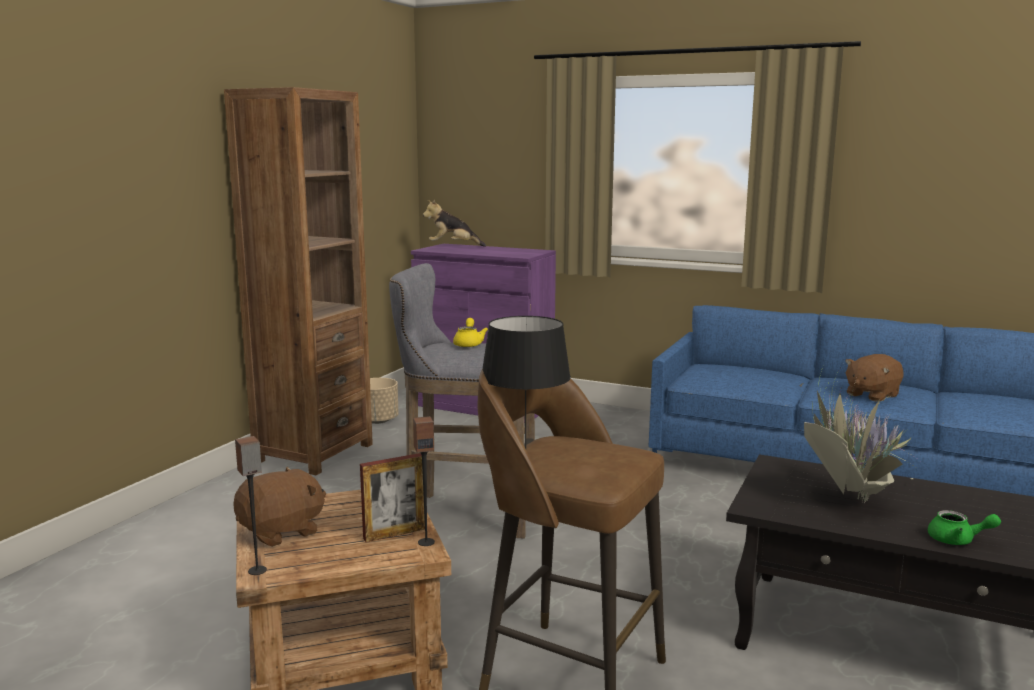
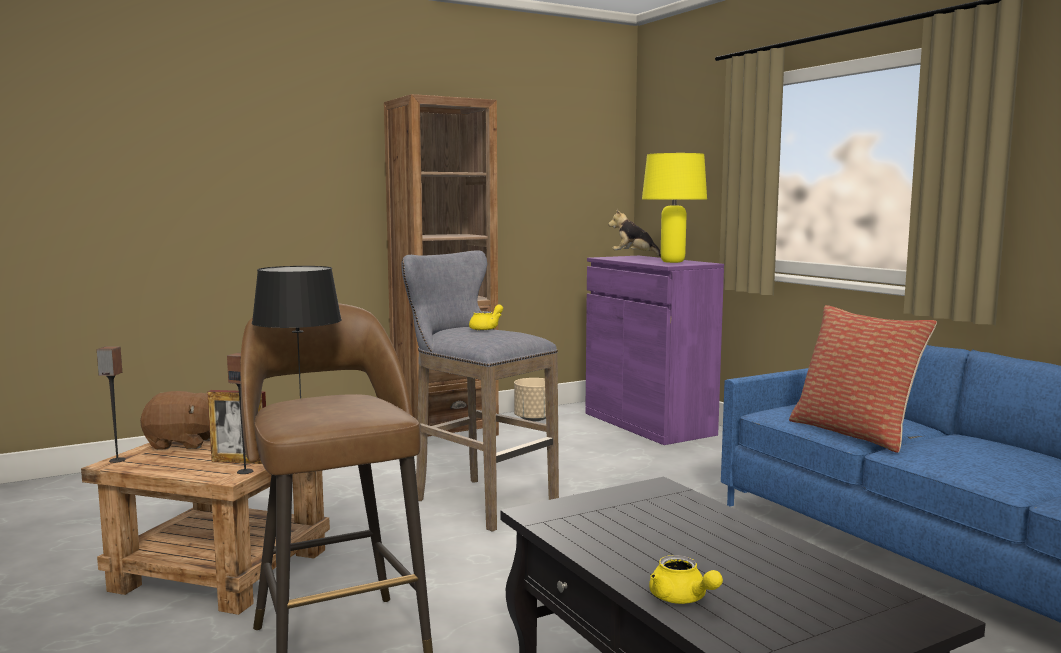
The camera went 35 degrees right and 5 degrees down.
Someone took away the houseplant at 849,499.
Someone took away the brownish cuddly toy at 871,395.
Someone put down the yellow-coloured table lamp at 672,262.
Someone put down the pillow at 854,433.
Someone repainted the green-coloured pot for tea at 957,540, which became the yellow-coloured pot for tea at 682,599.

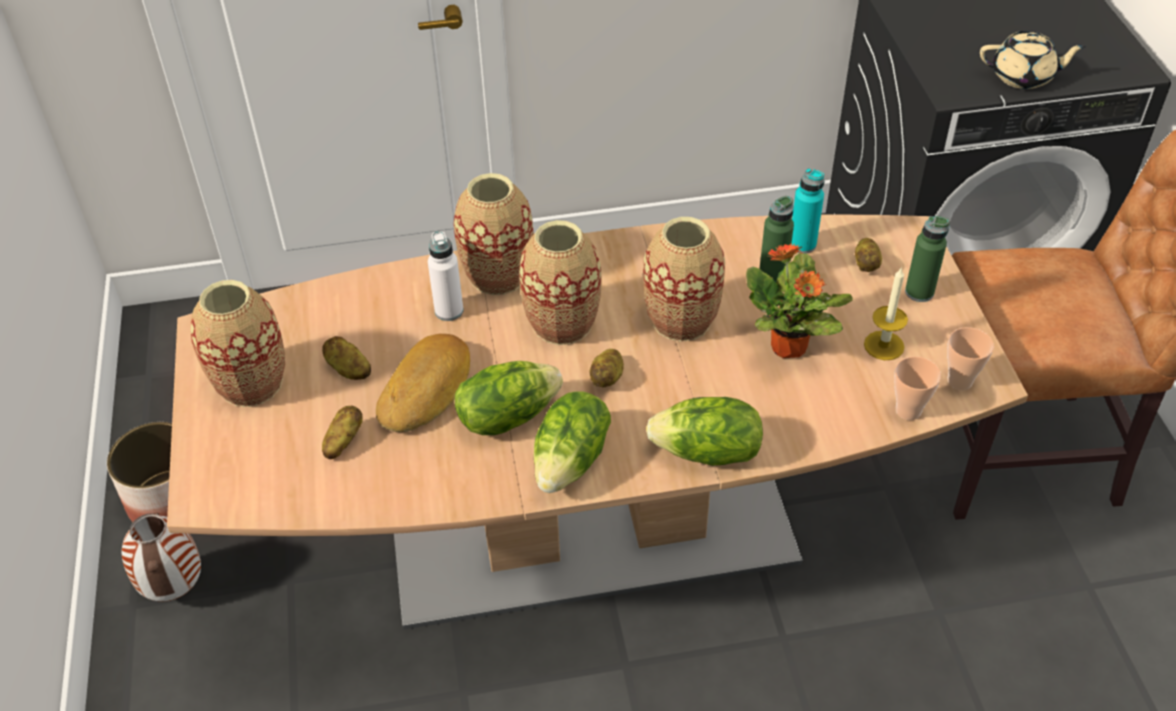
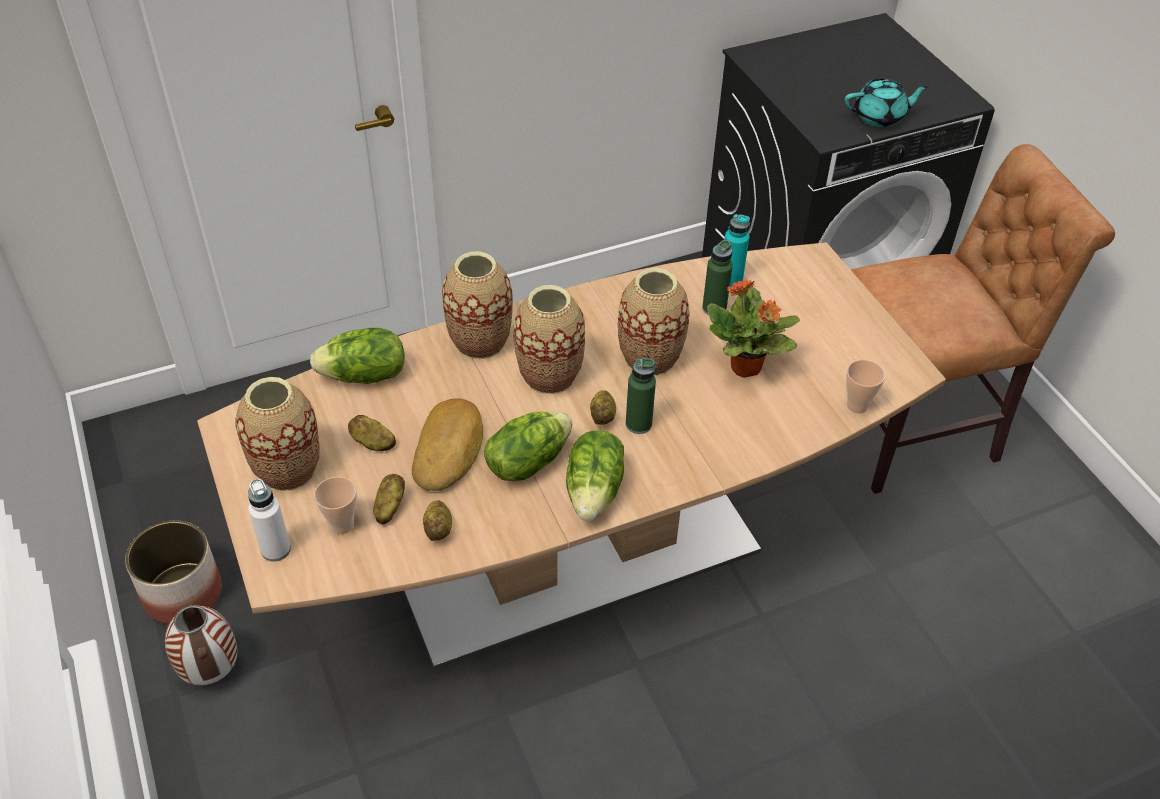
The camera went 15 degrees left and 0 degrees up.
Someone took away the wax candle at 884,345.
Someone carried the white bottle from 449,311 to 276,549.
Someone carried the lettuce head from 707,453 to 364,376.
Someone carried the whole potato from 867,264 to 439,529.
Someone carried the green-coloured bottle from 919,292 to 638,424.
Someone carried the drinking cup from 960,381 to 342,525.
Someone repainted the beige-coloured pot for tea at 1023,77, which became the turquoise-coloured pot for tea at 880,117.

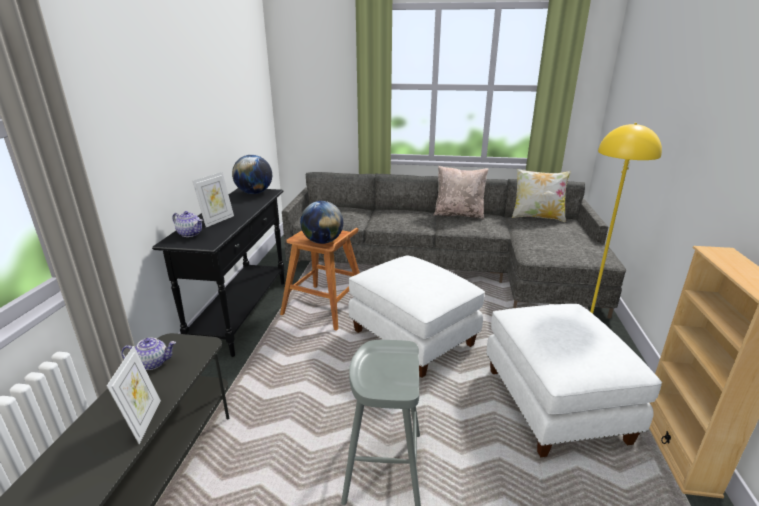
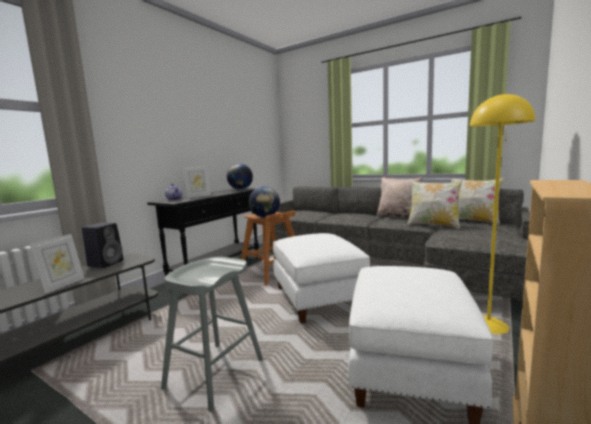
The camera went 25 degrees right and 15 degrees down.
Someone put down the pillow at 433,225.
Someone swapped the pot for tea at 153,363 for the black audio speaker at 106,263.

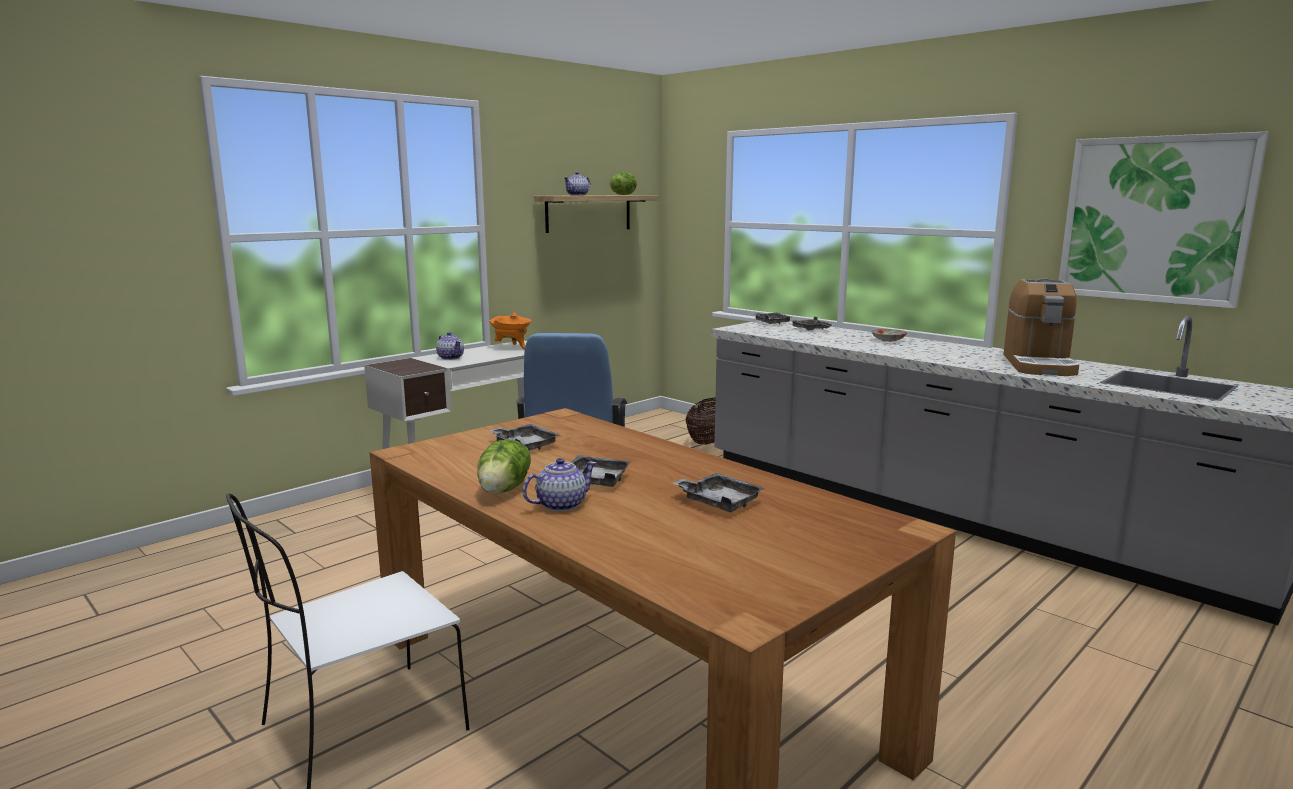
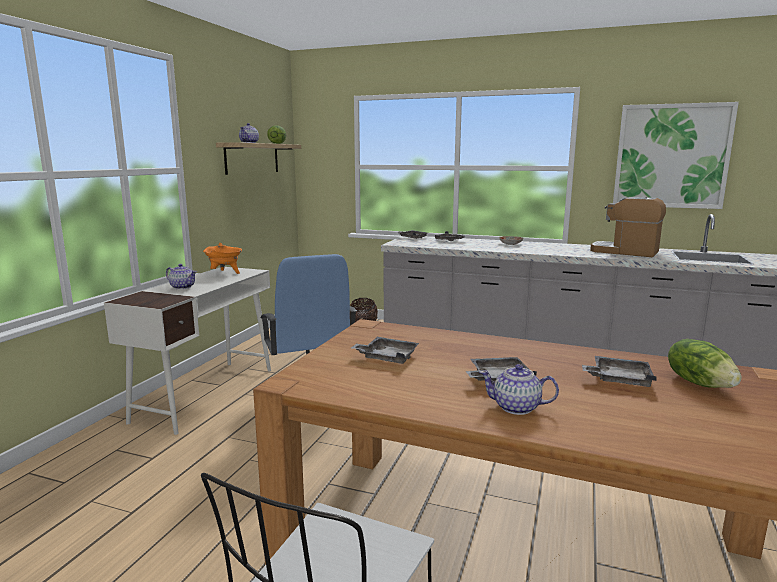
The camera went 25 degrees left and 0 degrees up.
Someone carried the lettuce head from 505,489 to 700,383.
Someone rotated the pot for tea at 560,505 by 105 degrees counterclockwise.
Someone rotated the coffee maker at 1038,365 by 135 degrees clockwise.

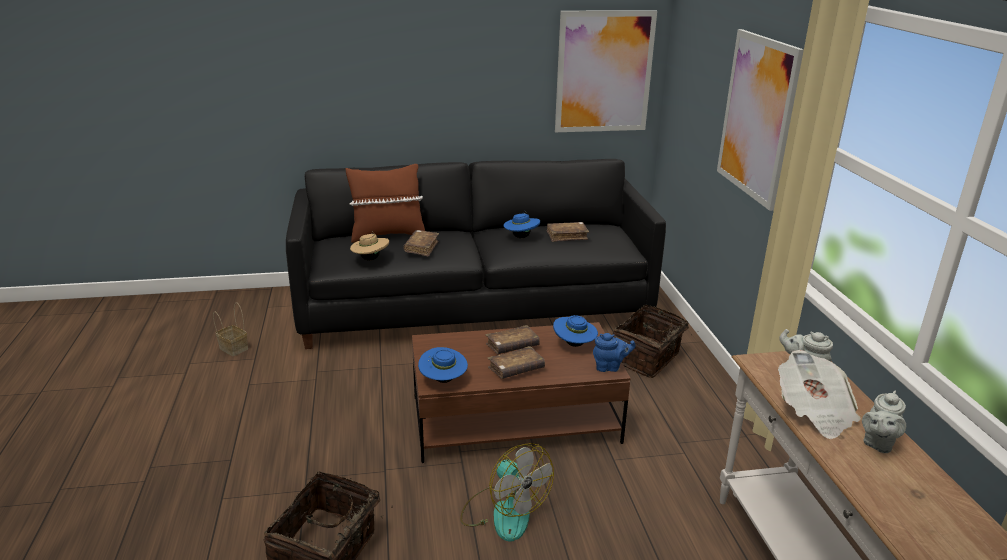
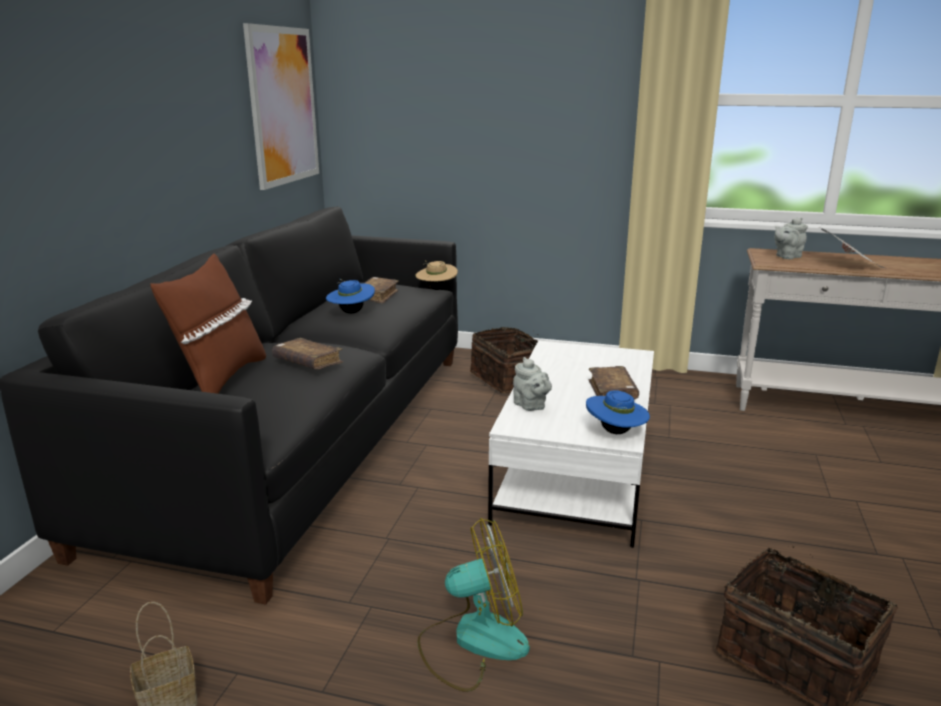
The camera went 65 degrees left and 5 degrees down.
Someone took away the brownish bound book at 512,346.
Someone took away the blue-coloured wearable hat at 574,345.
Someone took away the blue-coloured pot for tea at 610,367.
Someone took away the picture at 757,117.
Someone carried the beige-coloured wearable hat from 370,259 to 436,289.
Someone carried the cooling fan from 503,512 to 473,641.
Someone carried the gray pot for tea from 877,443 to 531,406.
Someone repainted the brownish lounge table at 514,419, which became the white lounge table at 576,470.

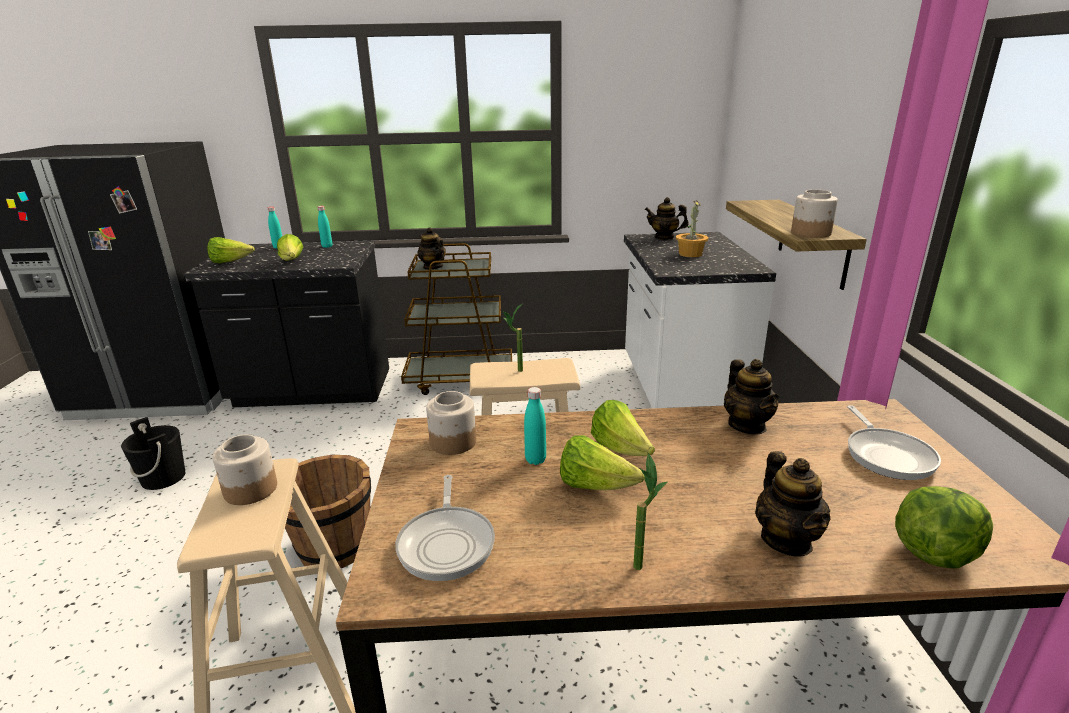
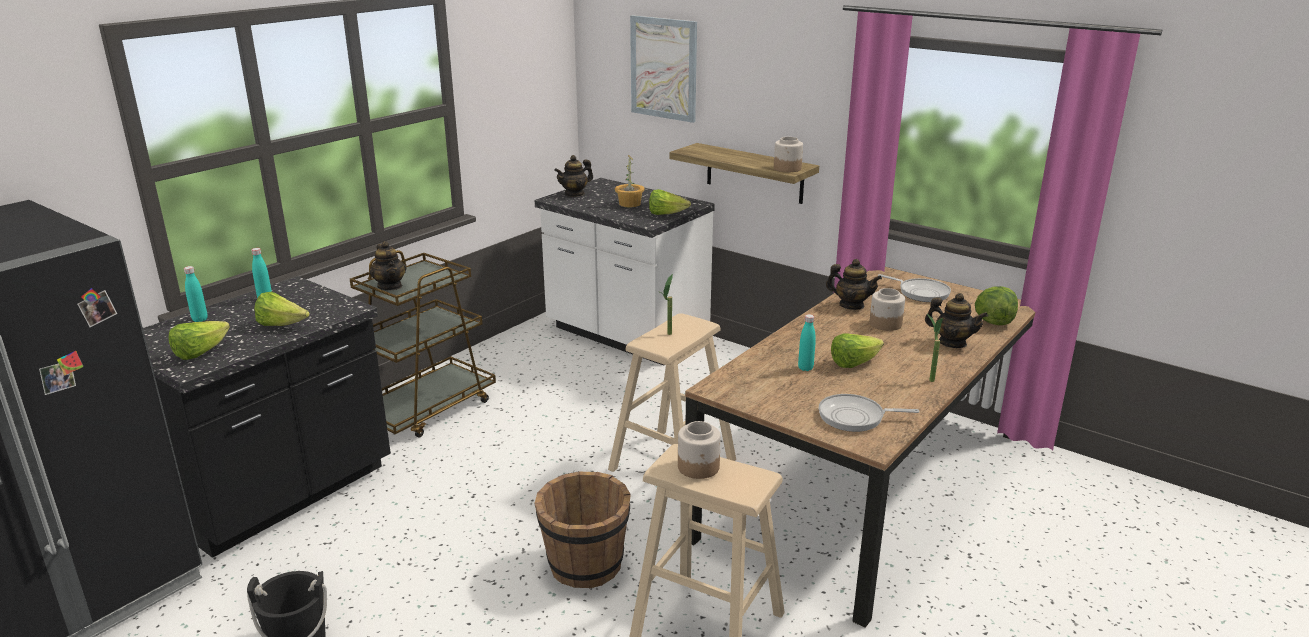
The camera went 50 degrees left and 0 degrees up.
Someone put up the picture at 663,68.
Someone carried the storage jar from 452,442 to 885,324.
Someone carried the lettuce head from 620,449 to 666,214.
Someone rotated the frying pan at 447,543 by 150 degrees clockwise.
Someone rotated the pot for tea at 433,267 by 120 degrees counterclockwise.

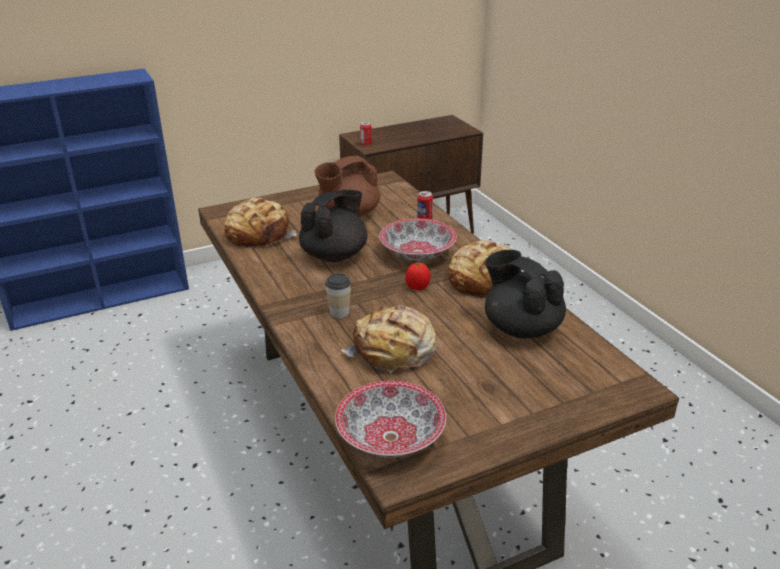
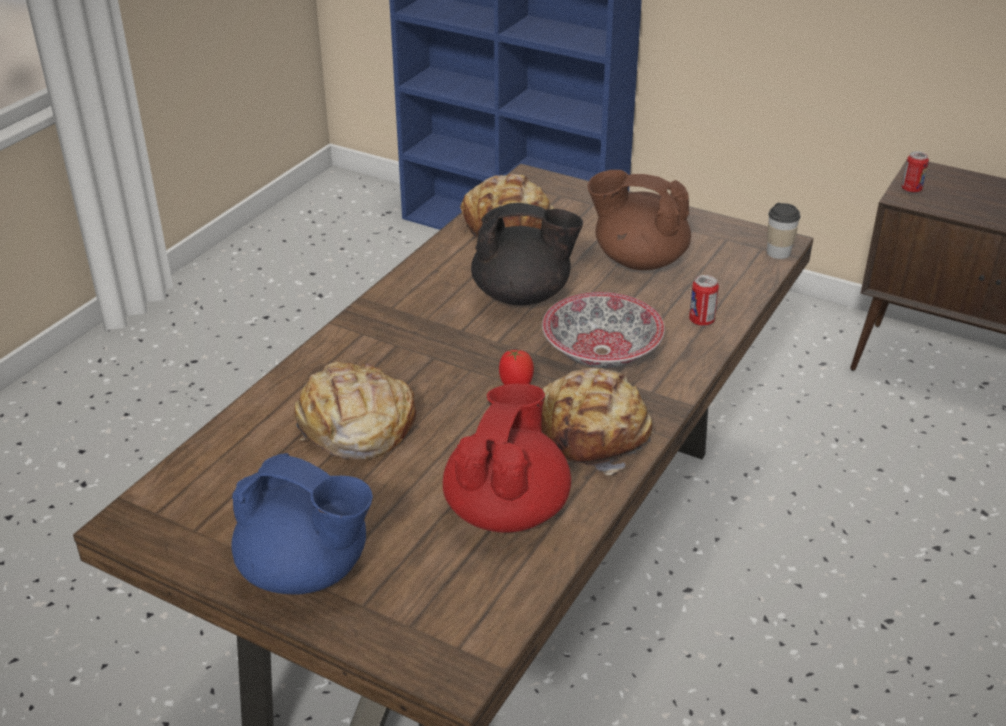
The camera went 55 degrees right and 5 degrees up.
Someone took away the deep dish at 389,438.
Someone put down the blue-coloured pot for tea at 306,570.
Someone carried the drinking cup from 339,312 to 778,252.
Someone repainted the black pot for tea at 521,328, which became the reddish pot for tea at 507,509.

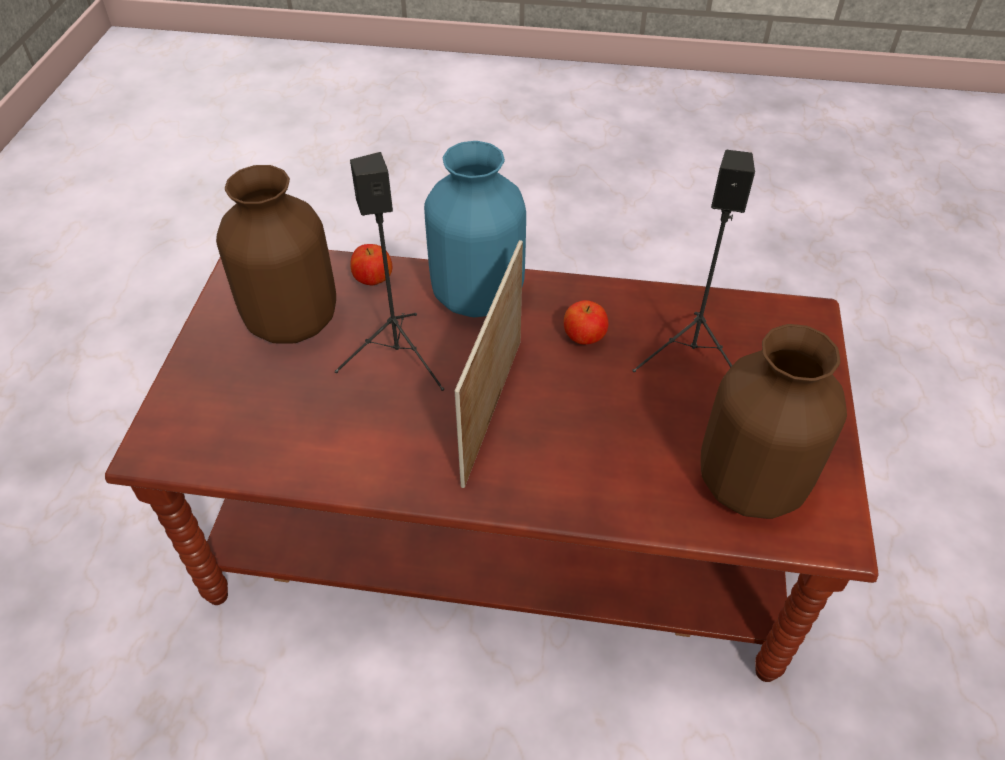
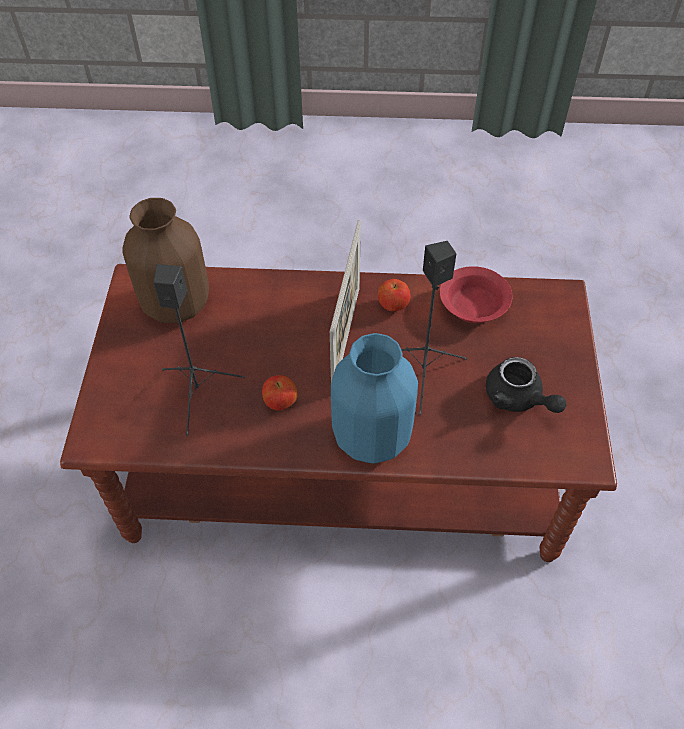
The camera went 175 degrees right and 5 degrees up.
Someone put down the reddish deep dish at 471,306.
Someone carried the apple from 373,280 to 393,305.
Someone swapped the brownish vase at 290,321 for the black pot for tea at 518,399.

